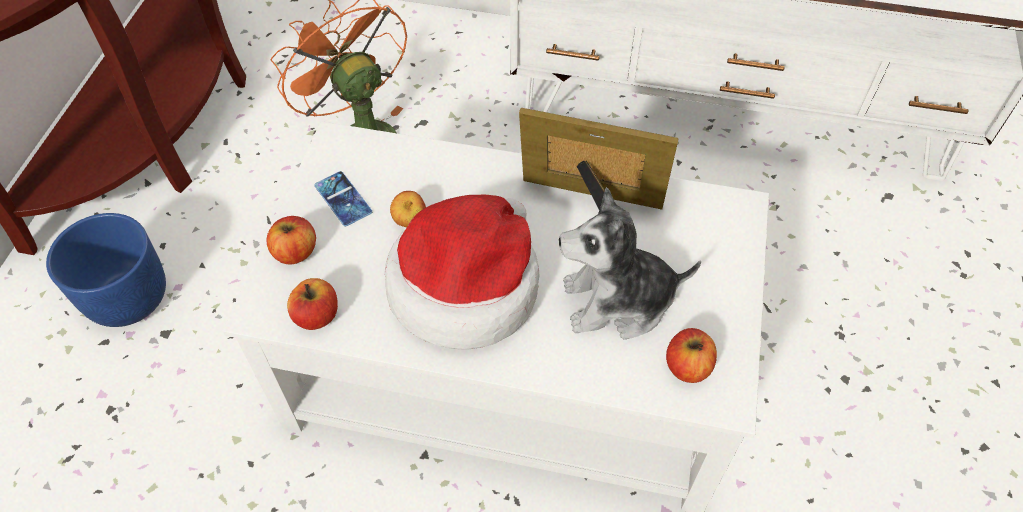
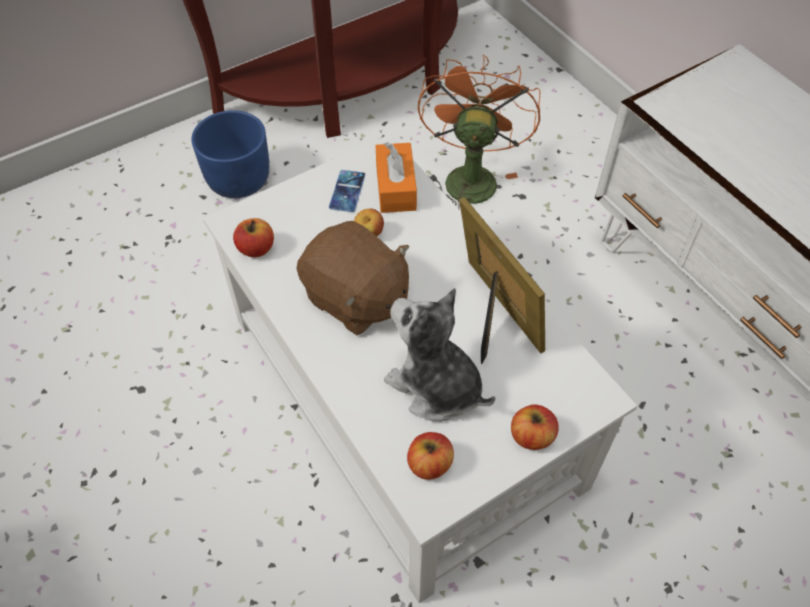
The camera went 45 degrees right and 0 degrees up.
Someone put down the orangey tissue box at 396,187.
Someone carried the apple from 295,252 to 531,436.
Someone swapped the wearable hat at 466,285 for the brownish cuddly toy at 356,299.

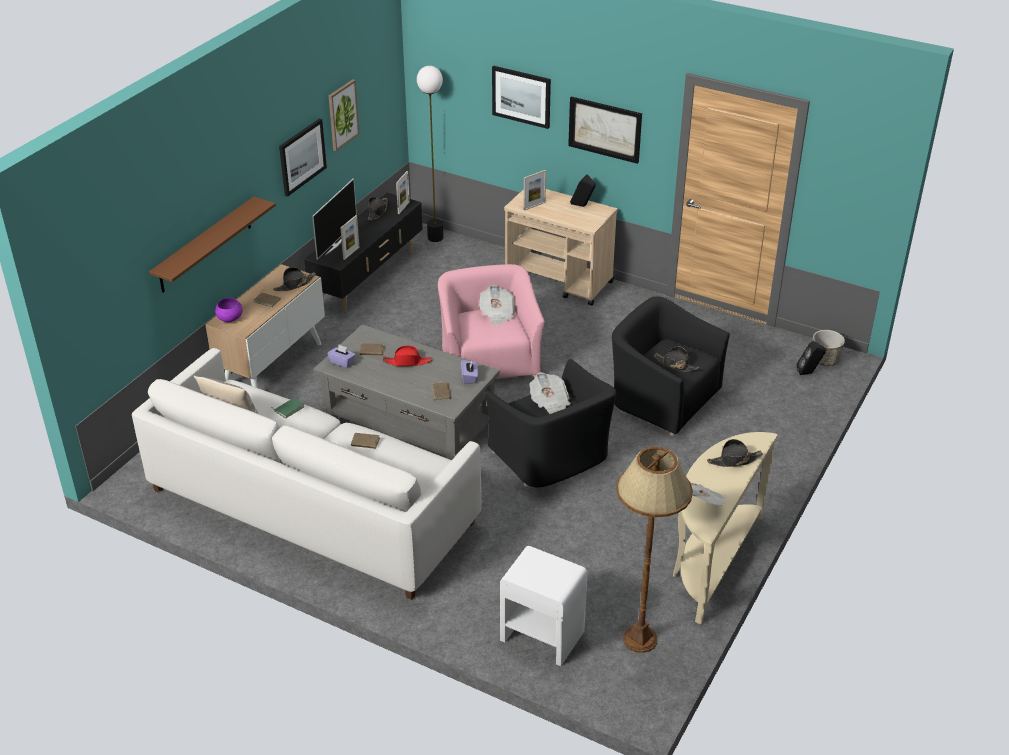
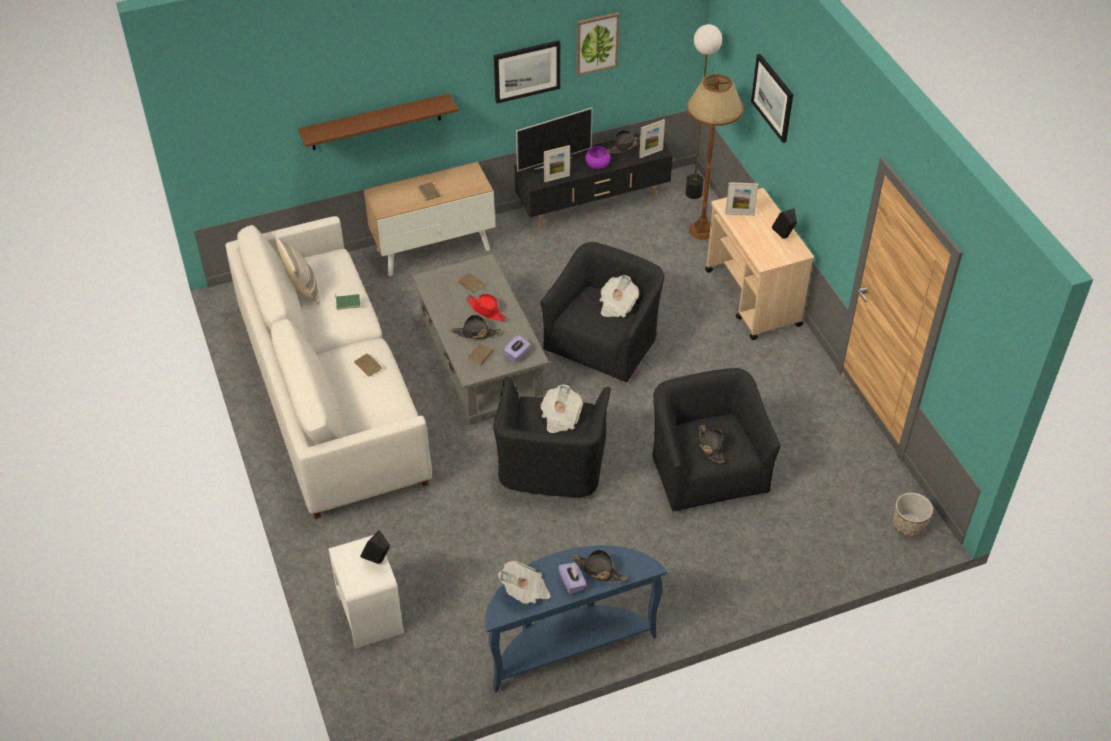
The camera went 40 degrees right and 10 degrees up.
Someone took away the picture at 605,129.
Someone carried the purple deep dish from 229,319 to 597,165.
Someone carried the black wearable hat from 295,284 to 475,333.
Someone carried the purple tissue box from 342,362 to 572,583.
Someone carried the brownish standing lamp from 640,638 to 702,230.
Someone carried the black audio speaker from 809,373 to 378,561.
Someone repainted the pink easy chair at 489,360, which became the black easy chair at 603,343.
Someone repainted the beige-coloured hall table at 711,561, which became the blue-coloured hall table at 568,645.

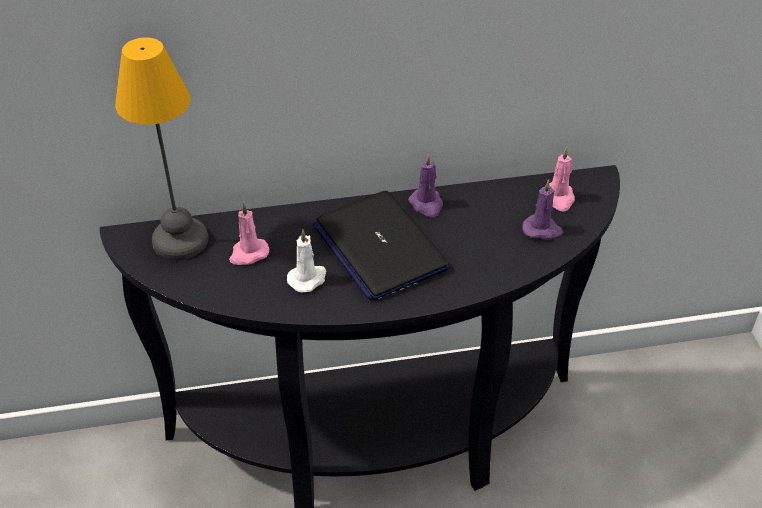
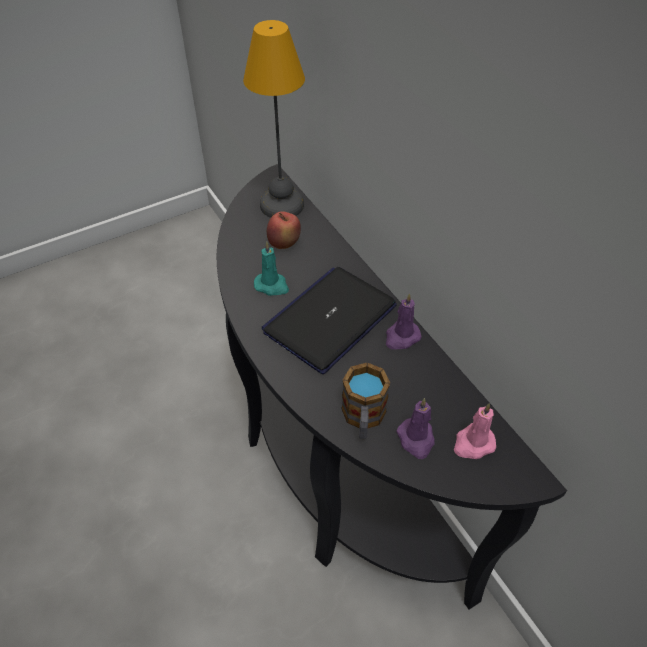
The camera went 70 degrees right and 5 degrees up.
Someone put down the coffee mug at 363,419.
Someone swapped the pink wax candle at 248,254 for the apple at 284,244.
Someone repainted the white wax candle at 308,278, which became the turquoise-coloured wax candle at 272,285.

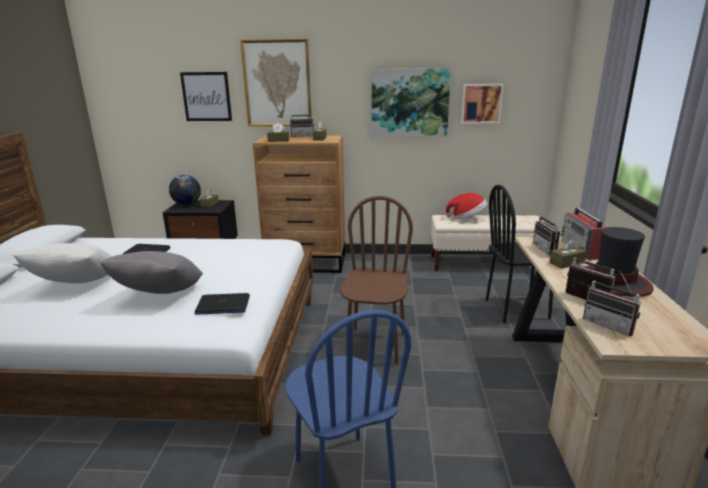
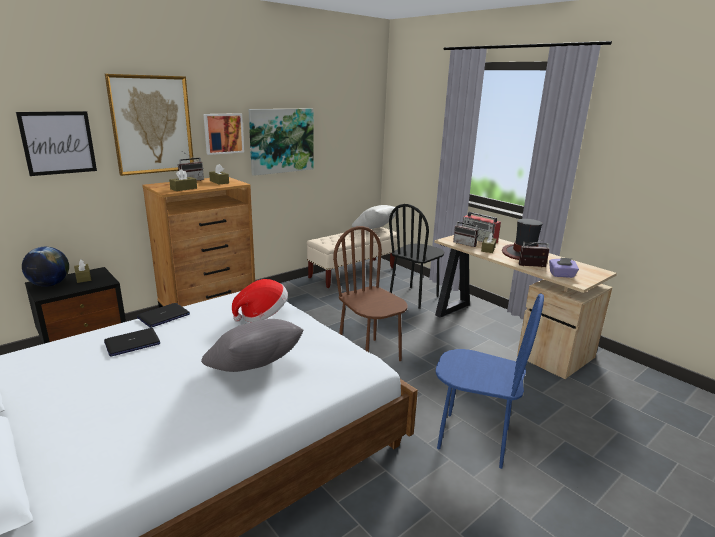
The camera went 45 degrees left and 0 degrees up.
Someone carried the white pillow from 76,286 to 375,230.
Someone carried the notebook computer from 223,305 to 163,316.
Someone carried the wearable hat from 467,218 to 262,315.
Someone carried the picture from 481,103 to 223,133.
Someone swapped the radio at 610,325 for the purple tissue box at 562,275.

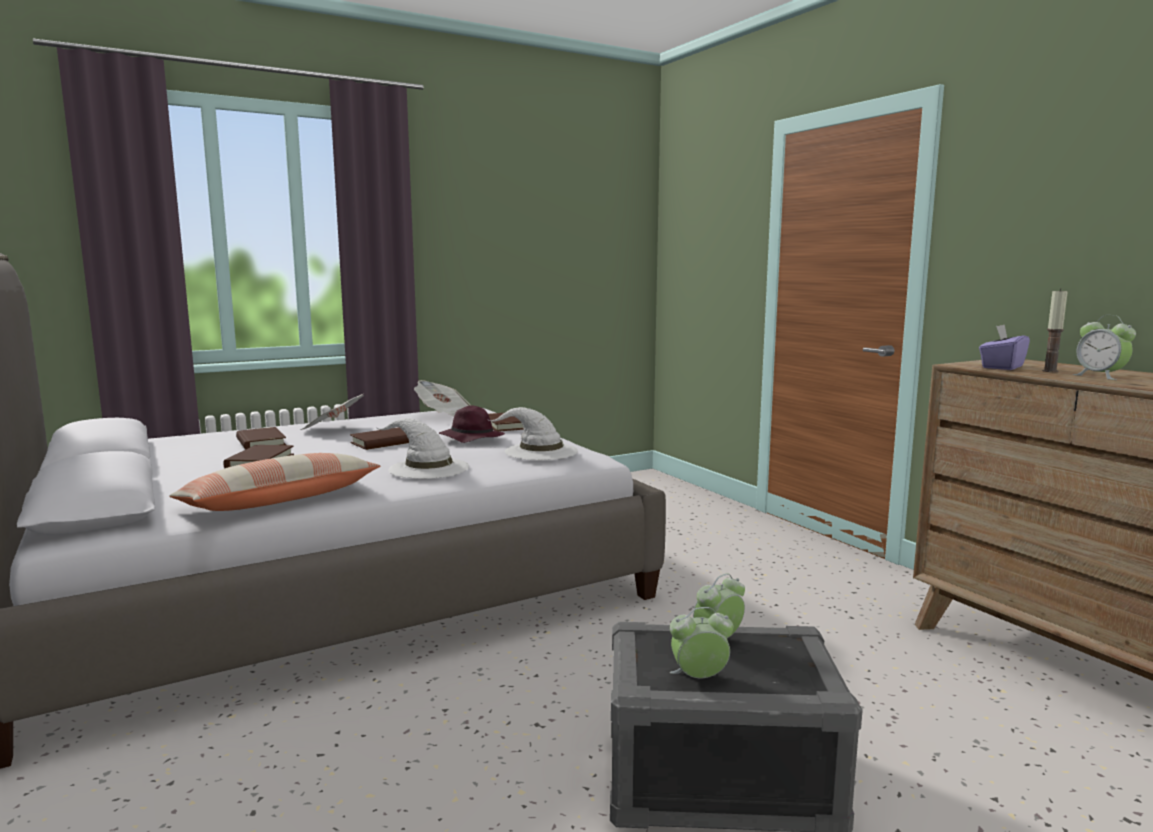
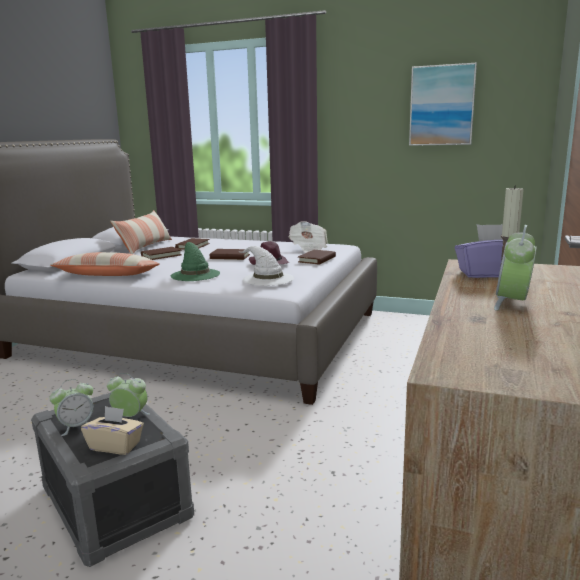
The camera went 50 degrees right and 5 degrees up.
Someone took away the printed paper at 333,430.
Someone put down the beige-coloured tissue box at 115,446.
Someone put down the pillow at 145,246.
Someone put up the picture at 441,105.
Someone repainted the white wearable hat at 427,468, which became the green-coloured wearable hat at 195,274.
Someone rotated the table clock at 699,678 by 105 degrees clockwise.

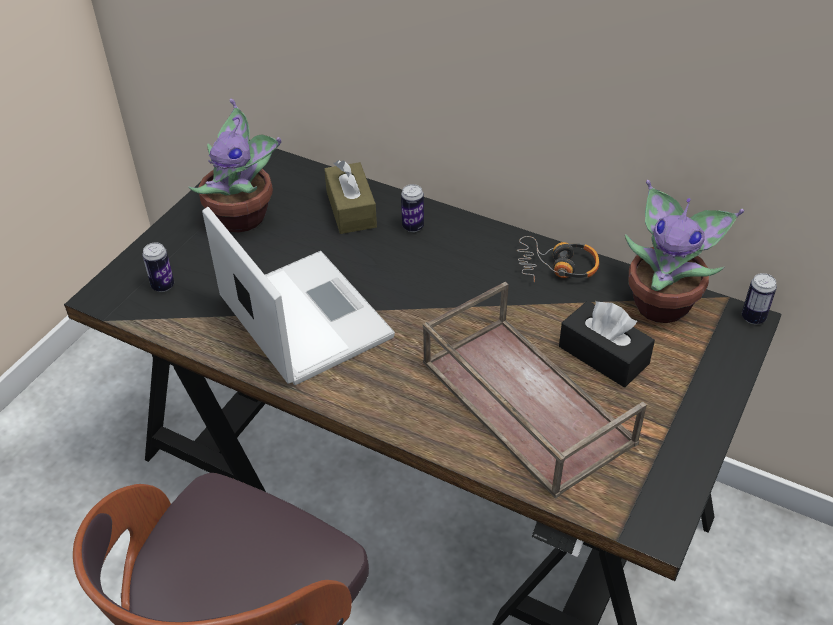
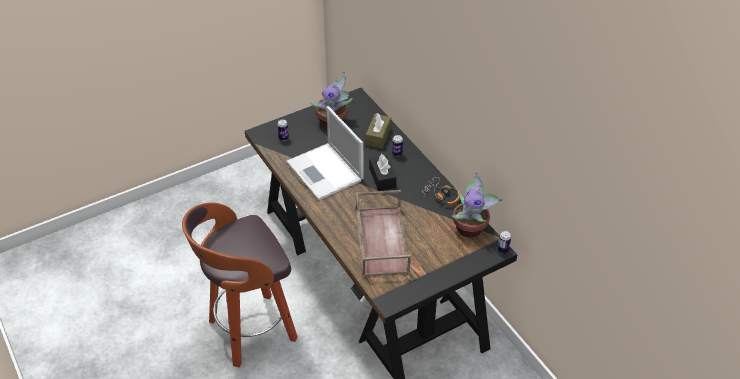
The camera went 30 degrees right and 0 degrees up.
Someone carried the black tissue box from 603,355 to 382,178.
Someone rotated the notebook computer at 303,316 by 150 degrees clockwise.

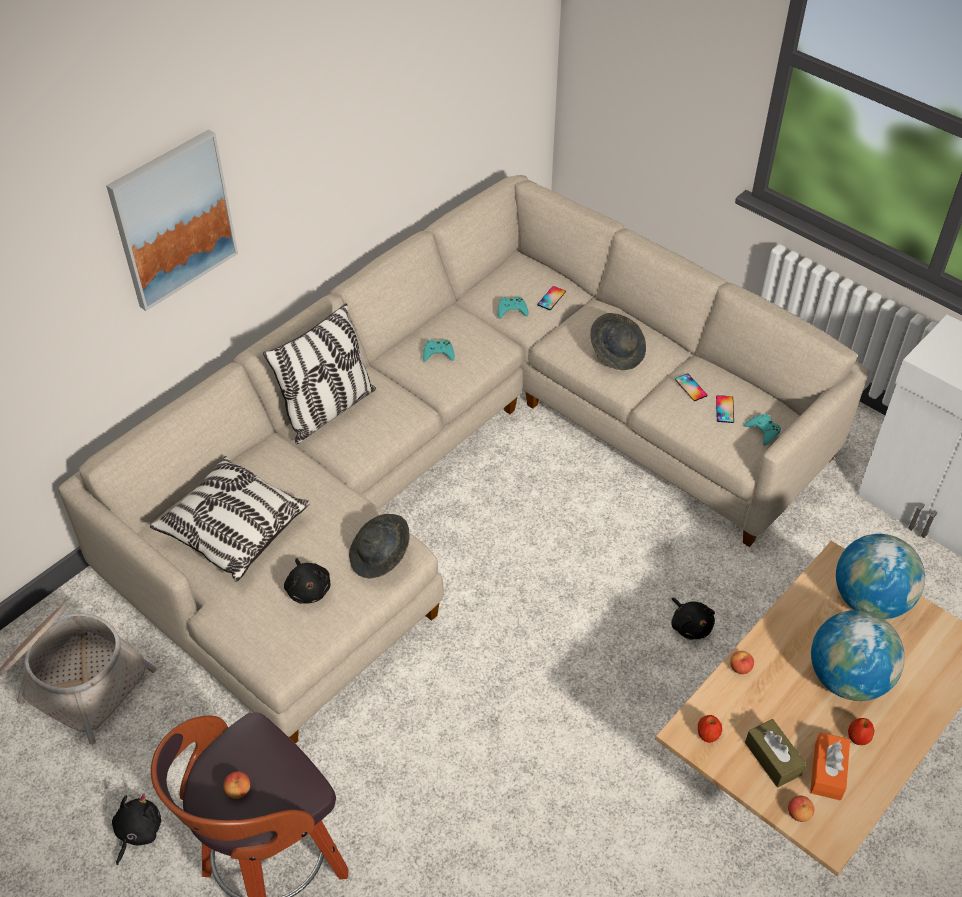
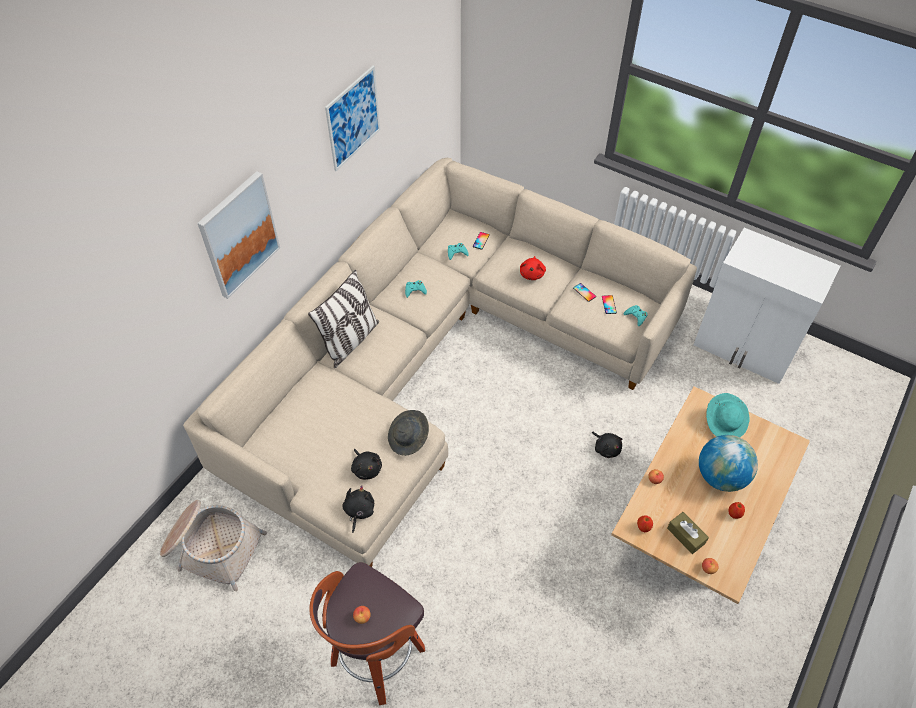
The camera went 10 degrees left and 5 degrees up.
Someone took away the pillow at 233,529.
Someone took away the orangey tissue box at 827,771.
Someone put up the picture at 353,118.
Someone carried the black cuddly toy from 137,832 to 359,511.
Someone swapped the gray wearable hat at 617,352 for the reddish cuddly toy at 532,273.
Someone swapped the world globe at 870,600 for the turquoise-coloured wearable hat at 725,422.

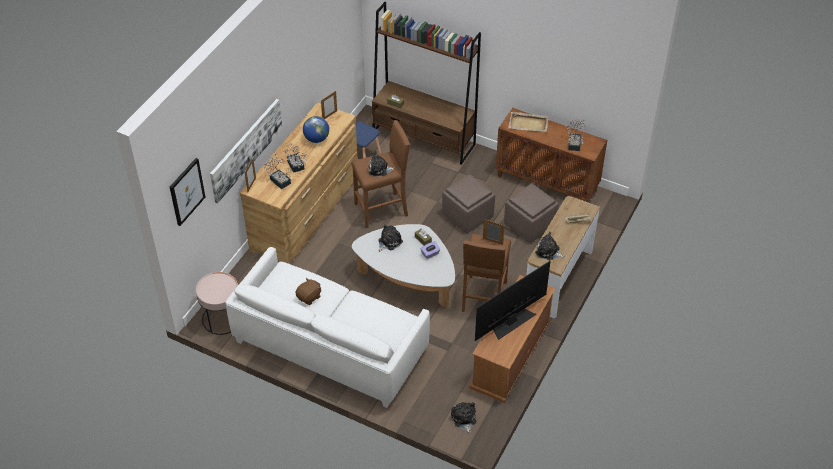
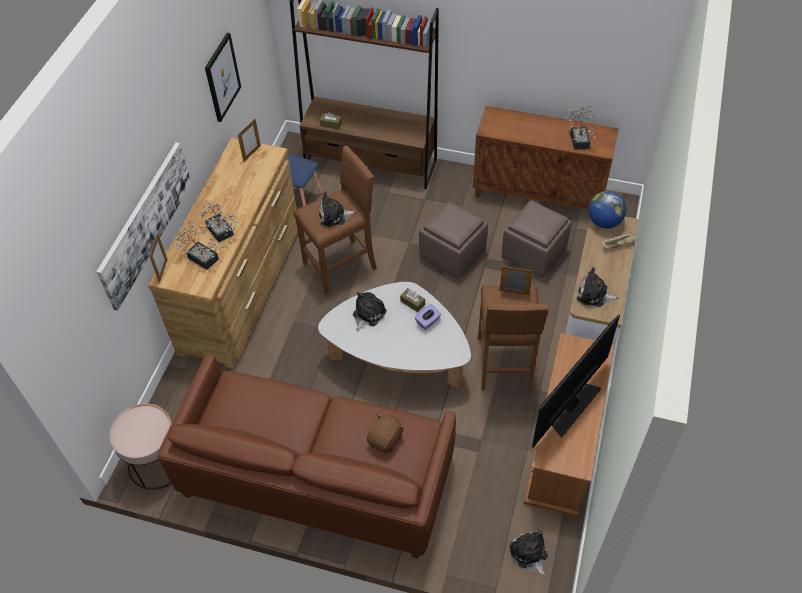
The camera went 10 degrees left and 5 degrees up.
Someone took away the beige-coloured tray at 528,123.
Someone carried the picture from 186,191 to 222,77.
Someone carried the brownish cuddly toy from 309,297 to 386,440.
Someone carried the world globe from 316,139 to 604,222.
Someone repainted the white sofa at 330,345, which became the brownish sofa at 316,475.

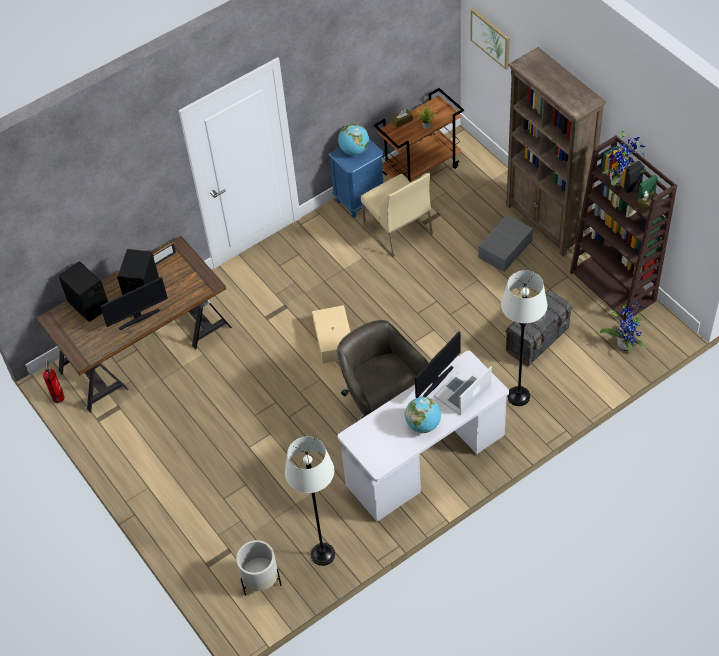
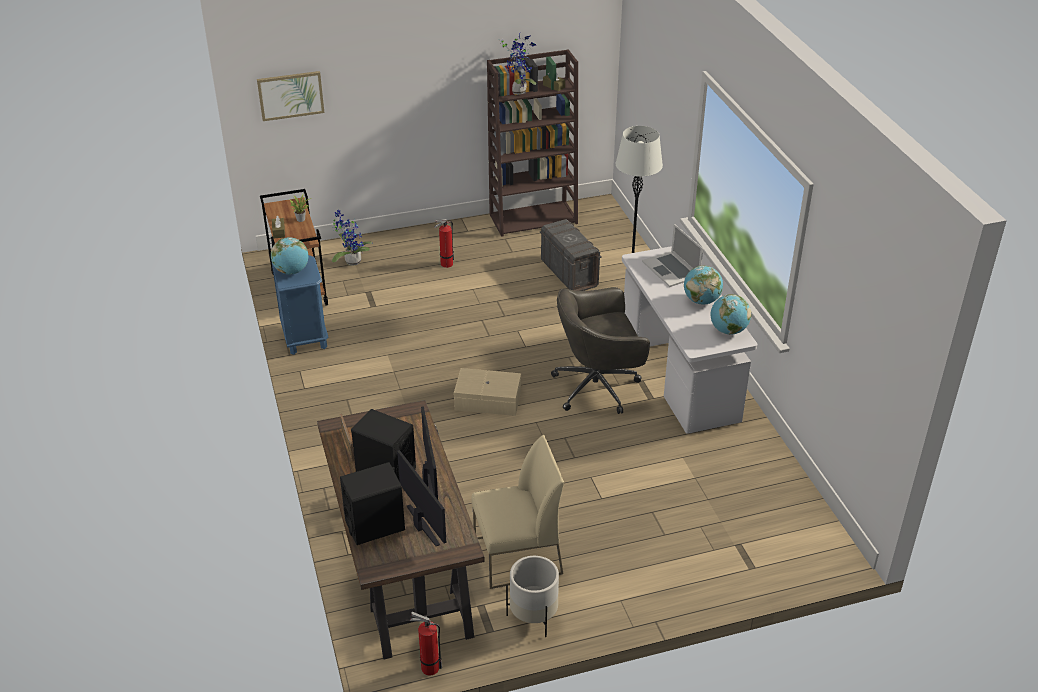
The camera went 75 degrees left and 15 degrees down.
Someone took away the white standing lamp at 323,554.
Someone took away the brownish shelving unit at 547,223.
Someone put down the world globe at 728,330.
Someone carried the white flower pot from 261,581 to 533,617.
Someone carried the beige-coloured upright chair from 397,229 to 517,556.
Someone carried the computer display from 436,381 to 421,526.
Someone carried the houseplant from 625,343 to 351,261.
Someone swapped the gray storage box at 504,249 for the fire extinguisher at 445,264.

